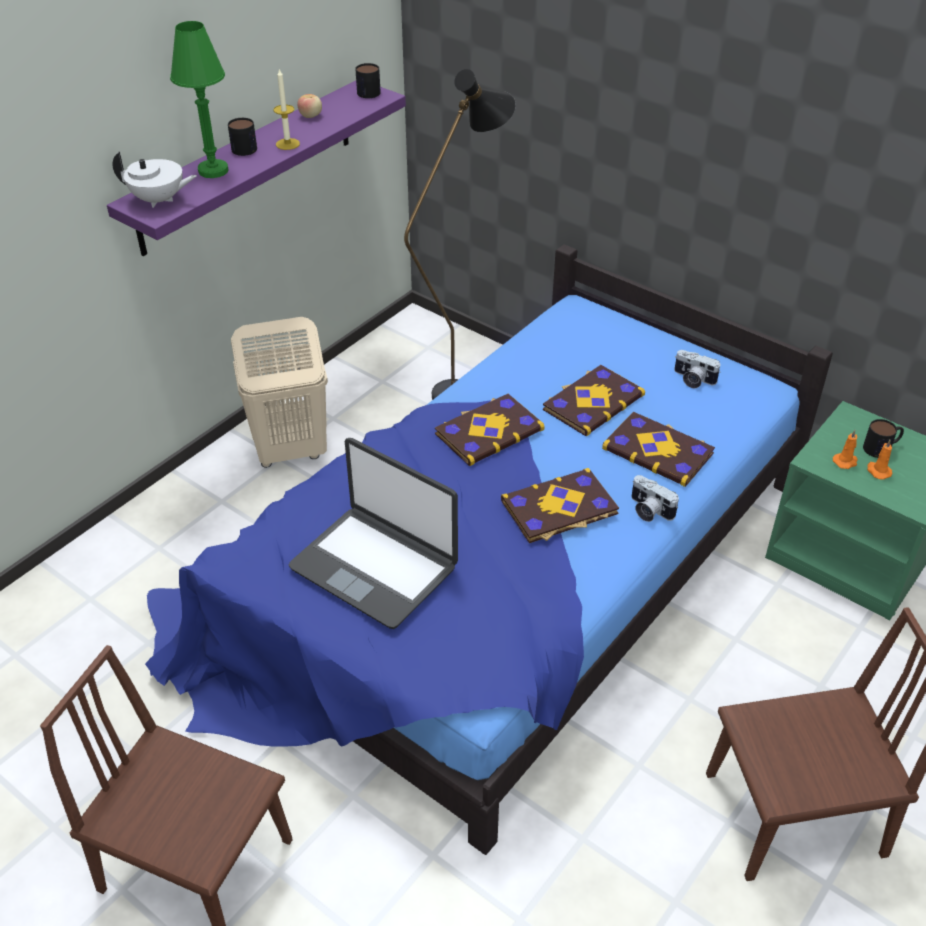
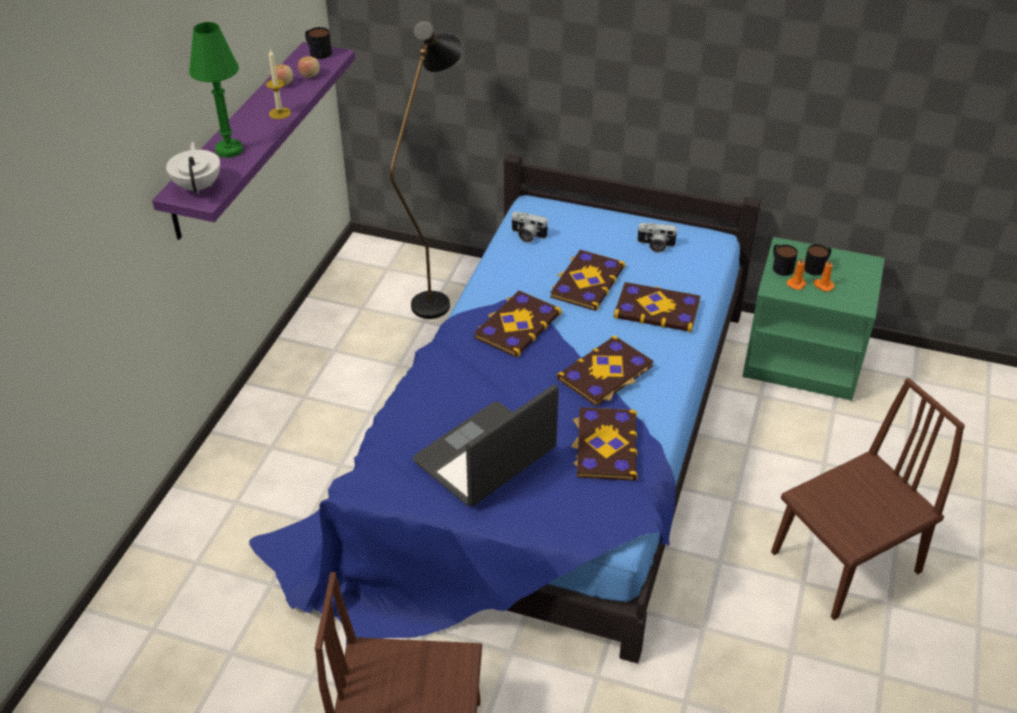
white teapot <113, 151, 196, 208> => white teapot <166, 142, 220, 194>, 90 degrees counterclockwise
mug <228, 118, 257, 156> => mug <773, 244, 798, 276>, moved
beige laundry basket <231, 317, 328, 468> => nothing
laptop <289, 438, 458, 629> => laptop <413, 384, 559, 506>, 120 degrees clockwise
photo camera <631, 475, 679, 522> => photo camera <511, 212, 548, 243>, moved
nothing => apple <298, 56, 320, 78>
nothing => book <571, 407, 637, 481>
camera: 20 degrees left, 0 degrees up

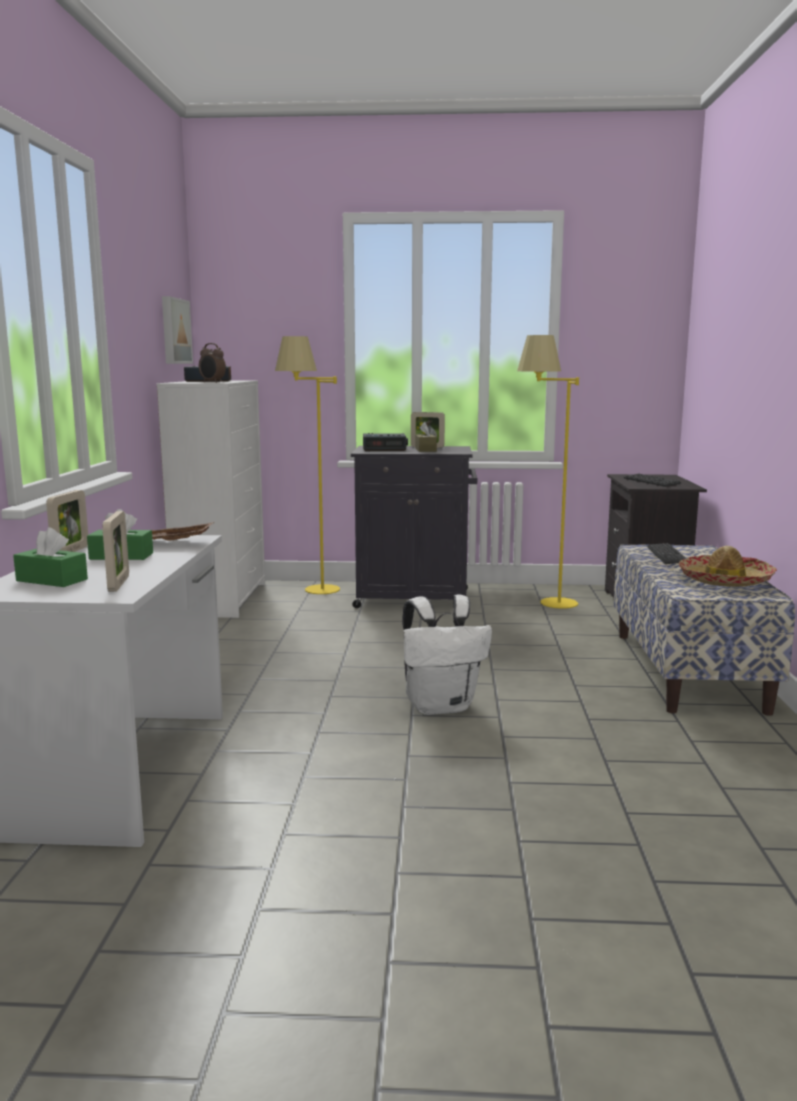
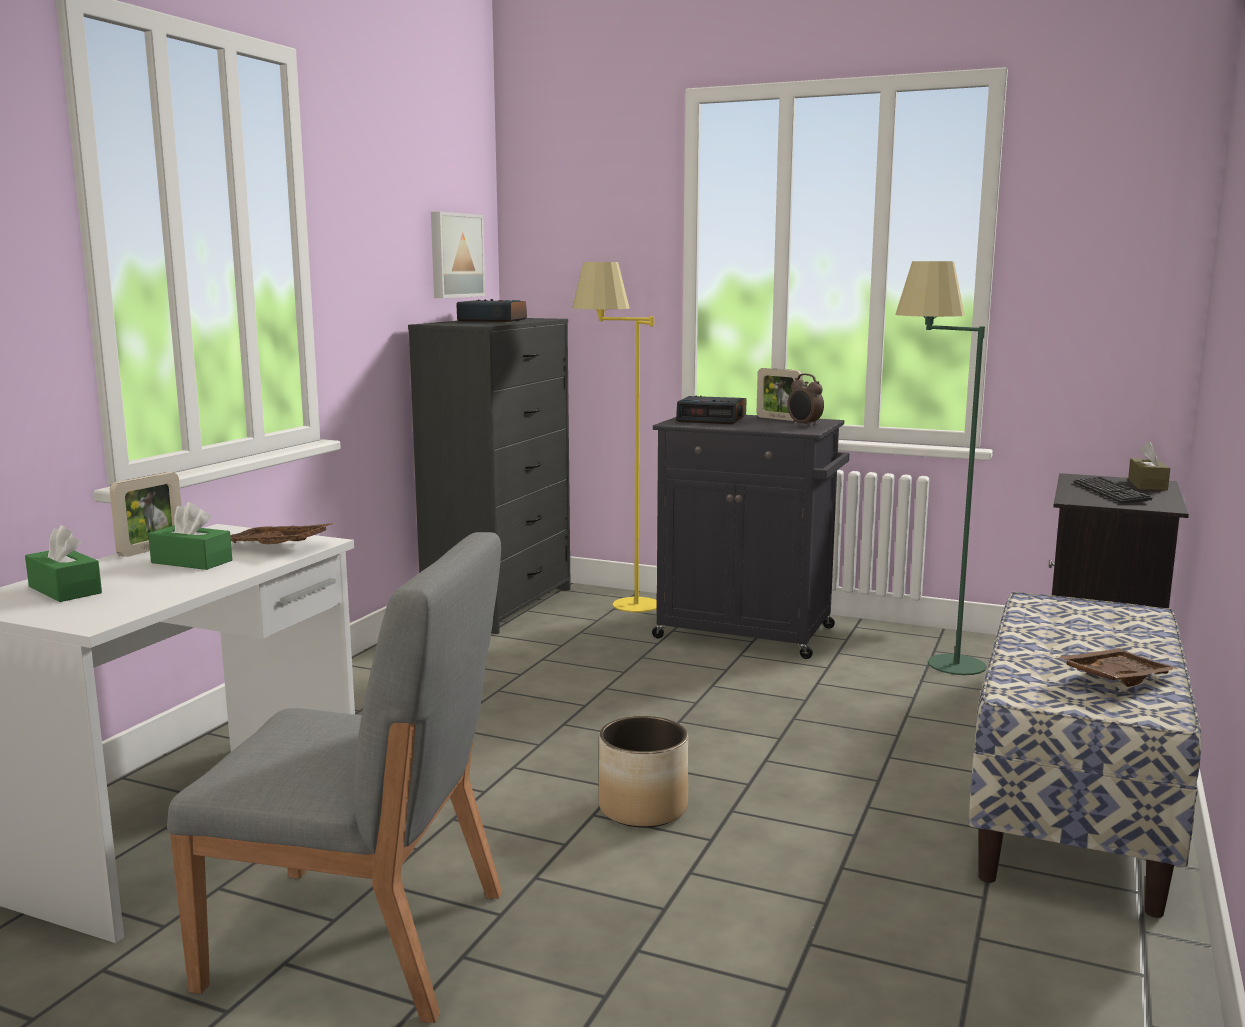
picture frame <102, 511, 129, 592> => nothing
white dresser <157, 381, 265, 618> => black dresser <408, 318, 571, 634>
alarm clock <199, 343, 226, 383> => alarm clock <787, 374, 824, 427>, moved
white backpack <402, 595, 492, 715> => planter <599, 716, 688, 827>
brown tissue box <415, 422, 437, 452> => brown tissue box <1128, 442, 1170, 490>, moved
yellow floor lamp <517, 335, 579, 609> => green floor lamp <895, 261, 987, 675>
keyboard <647, 543, 686, 564> => nothing
hat <679, 546, 777, 587> => brown tray <1056, 648, 1179, 687>
nothing => grey chair <167, 532, 502, 1023>
camera: 20 degrees right, 0 degrees up

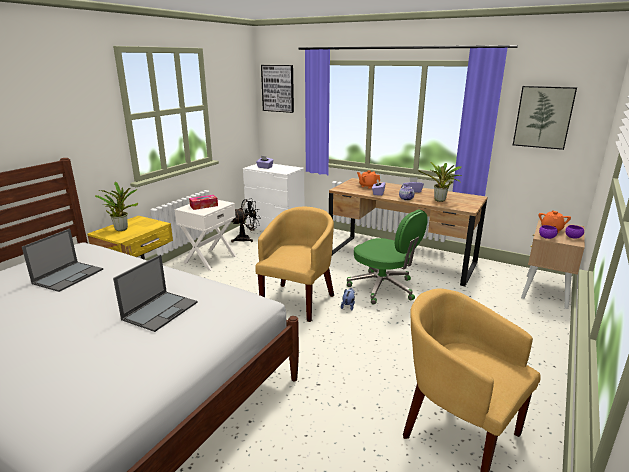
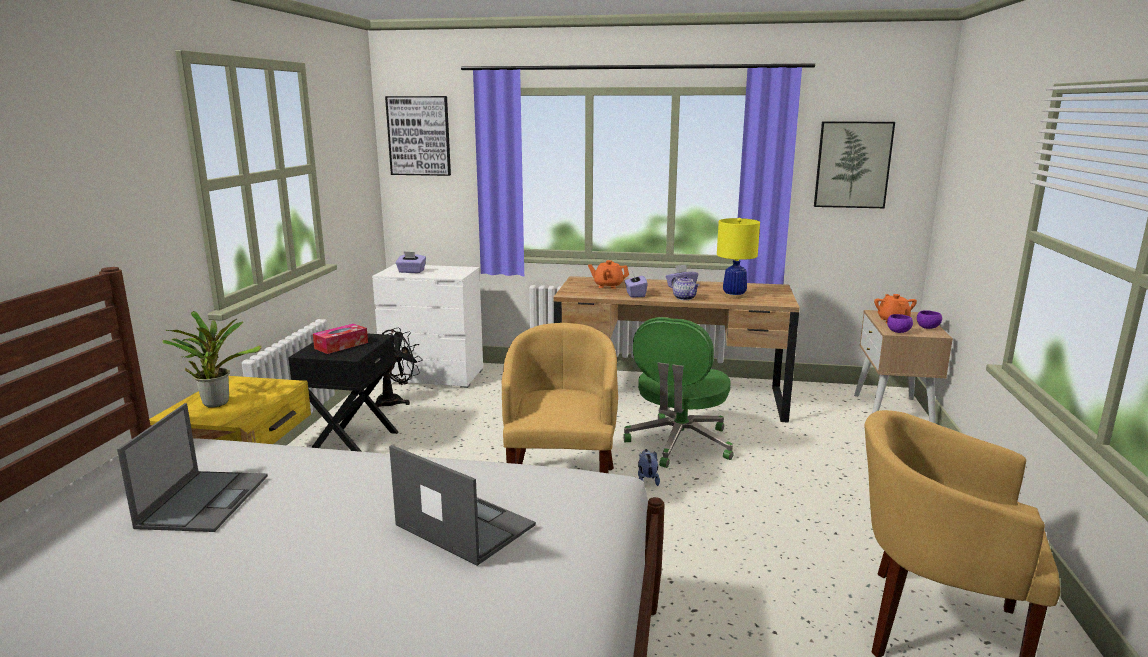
laptop <113, 254, 198, 332> => laptop <389, 445, 536, 566>, 60 degrees counterclockwise
white nightstand <175, 200, 237, 271> => black nightstand <288, 333, 398, 452>
green office chair <347, 209, 428, 304> => green office chair <623, 317, 734, 468>, 90 degrees clockwise
potted plant <418, 162, 462, 202> => yellow table lamp <717, 218, 760, 299>
camera: 20 degrees left, 5 degrees down

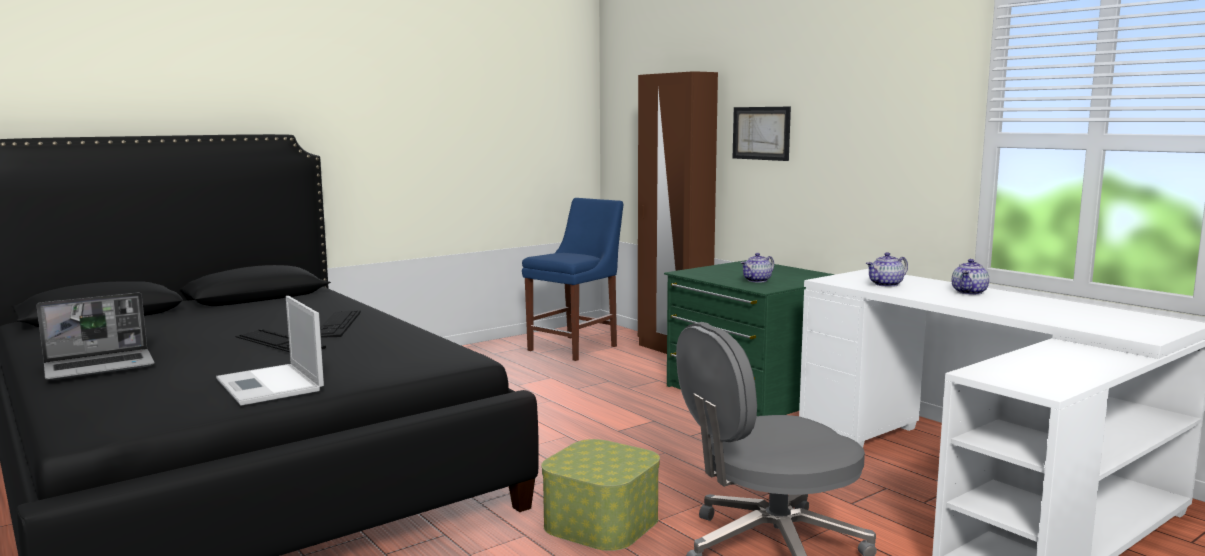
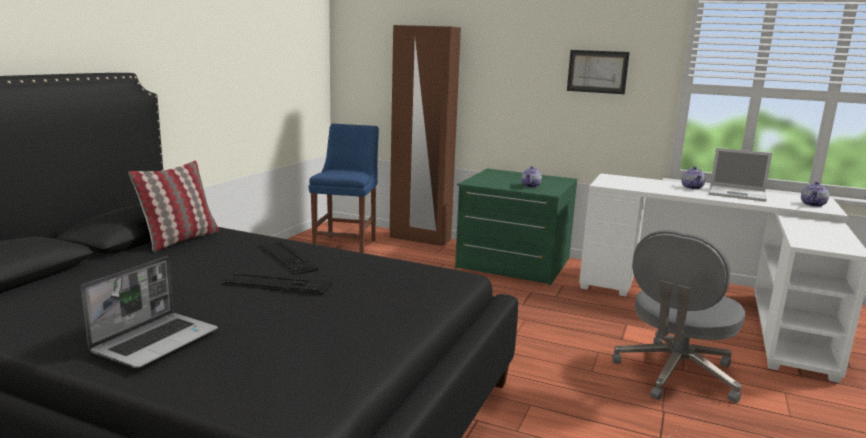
laptop <216, 296, 324, 406> => laptop <708, 148, 772, 202>, moved
storage box <541, 439, 660, 551> => nothing
picture <733, 107, 791, 161> => picture <567, 50, 630, 94>, moved
teapot <866, 252, 908, 287> => teapot <801, 182, 829, 207>, moved
nothing => pillow <129, 160, 219, 252>
camera: 30 degrees left, 5 degrees up

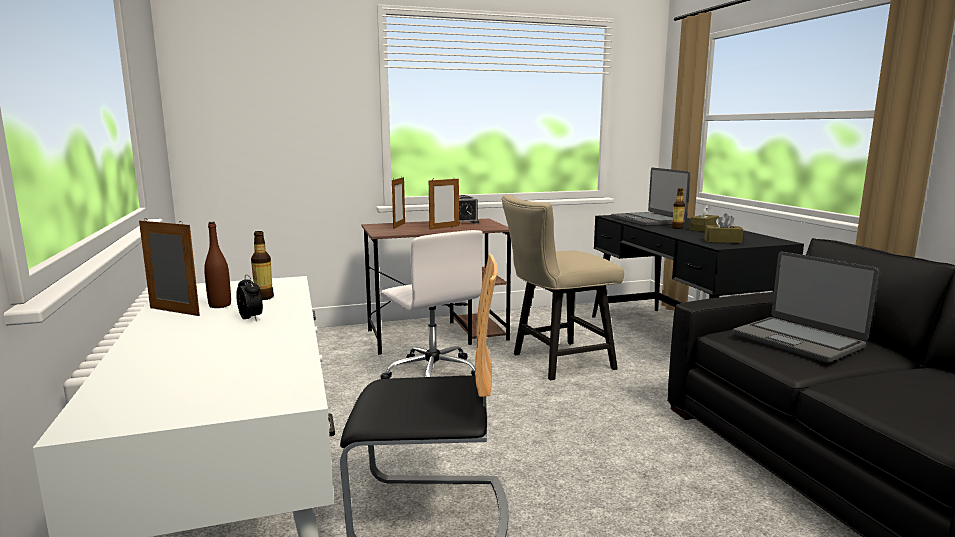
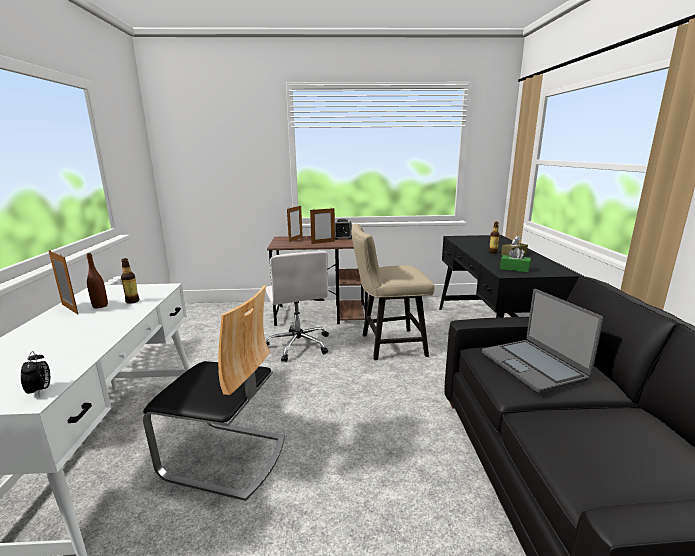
alarm clock <236, 274, 263, 322> => alarm clock <21, 351, 50, 396>, moved
laptop <611, 168, 691, 226> => nothing
brown tissue box <704, 213, 743, 244> => green tissue box <500, 247, 531, 273>
camera: 15 degrees right, 5 degrees up

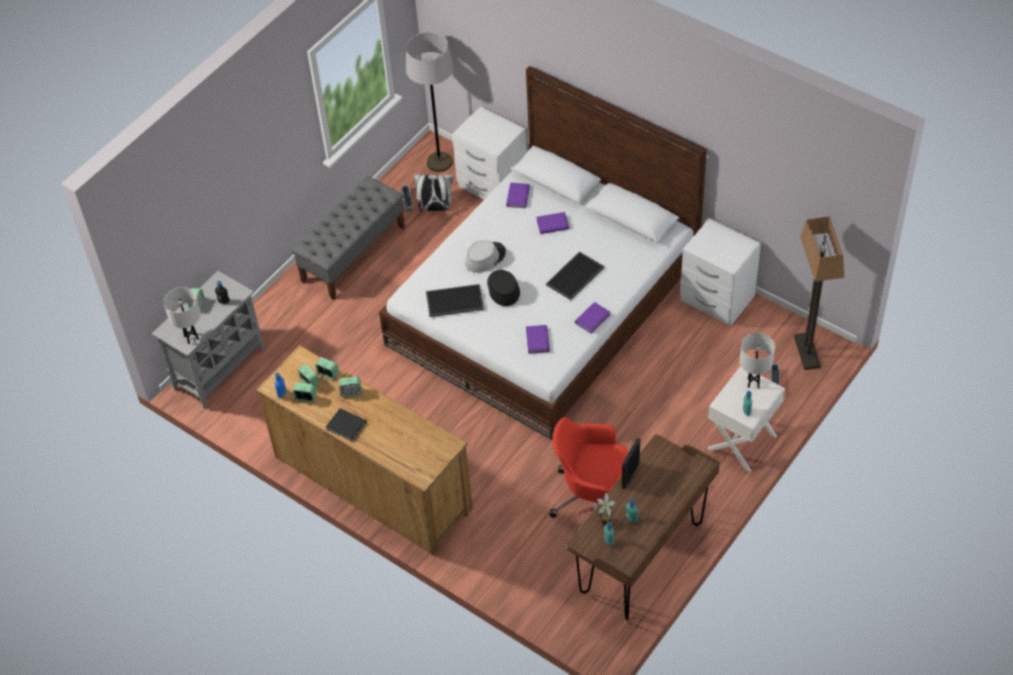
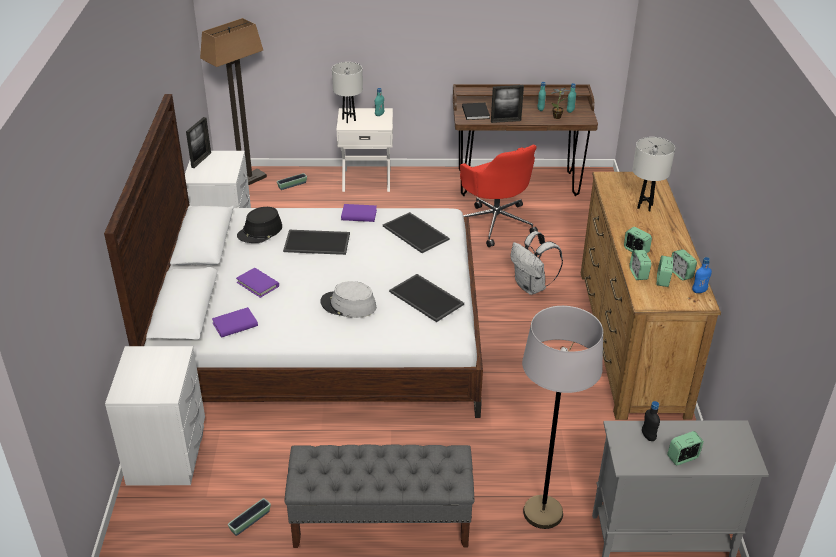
white table lamp <164, 287, 201, 344> => white table lamp <632, 137, 675, 212>, moved
black book <326, 408, 367, 442> => black book <462, 103, 490, 120>, moved
grey floor lamp <406, 32, 454, 172> => grey floor lamp <522, 306, 603, 529>, moved
white backpack <414, 173, 453, 211> => white backpack <511, 231, 563, 295>, moved
black hat <487, 270, 520, 306> => black hat <237, 207, 282, 243>, moved
purple book <526, 325, 550, 354> => tray <383, 212, 449, 253>
nothing => picture frame <186, 117, 211, 168>
camera: 130 degrees left, 15 degrees down

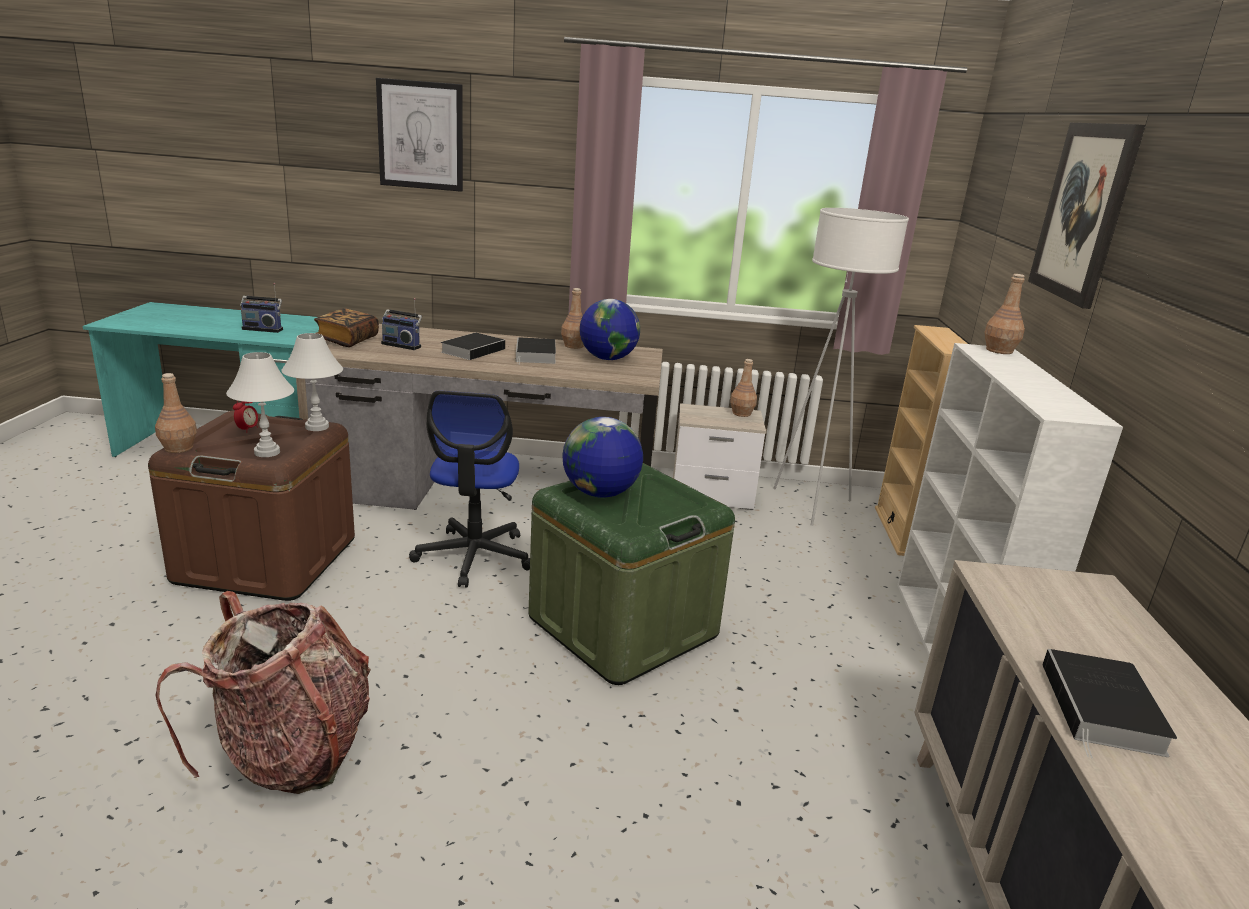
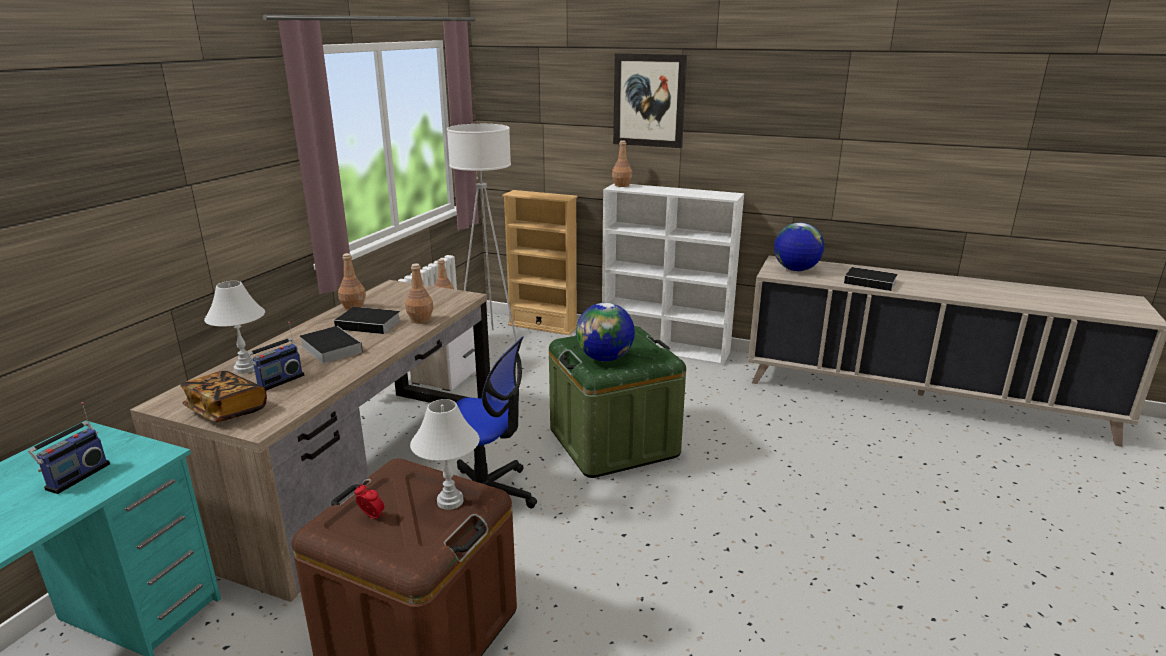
brown bottle <155, 373, 197, 453> => brown bottle <405, 263, 434, 324>, moved
backpack <156, 591, 371, 794> => nothing
white table lamp <281, 333, 343, 431> => white table lamp <204, 281, 265, 374>, moved
picture <376, 78, 463, 192> => nothing
globe <580, 299, 640, 360> => globe <774, 223, 824, 271>, moved
camera: 70 degrees left, 0 degrees up

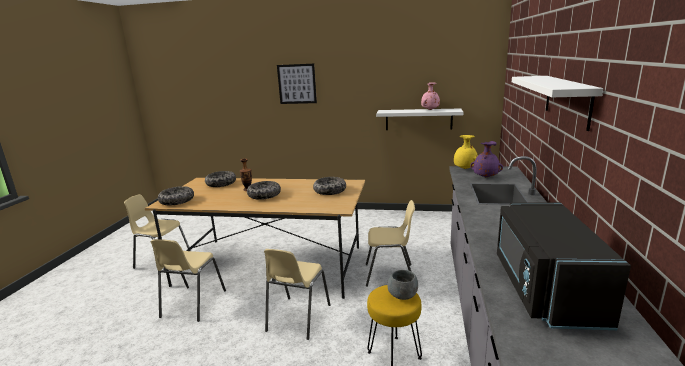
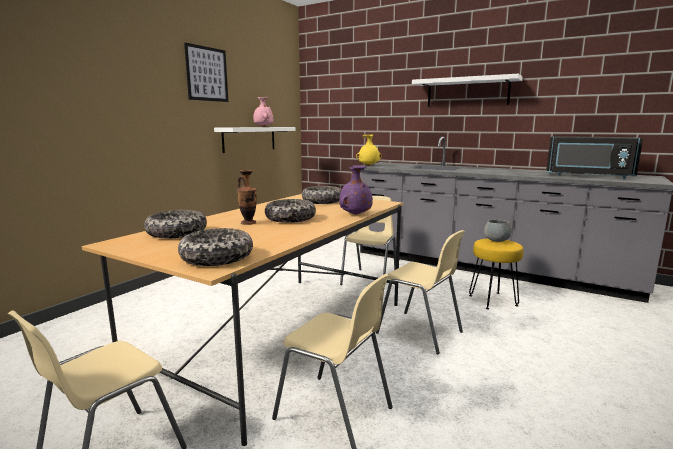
picture <277, 64, 317, 104> => picture <184, 43, 228, 102>, moved
purple vase <470, 141, 503, 177> => purple vase <339, 165, 373, 215>, moved
camera: 70 degrees left, 5 degrees down

